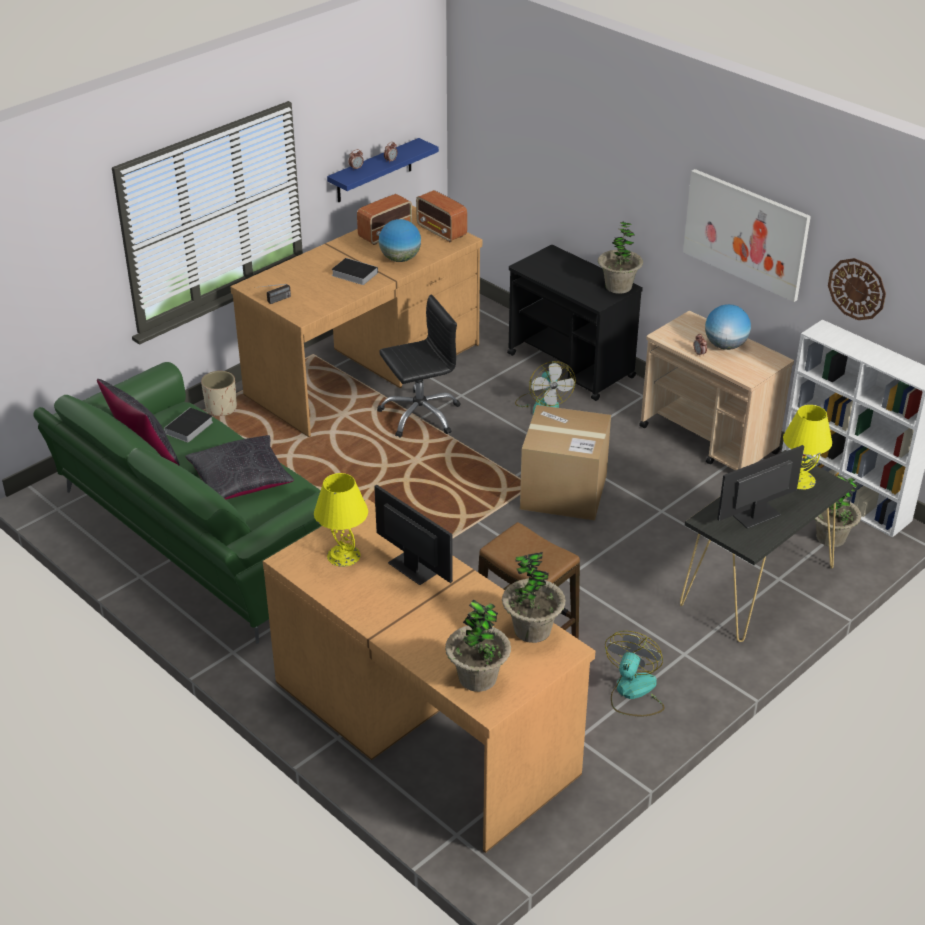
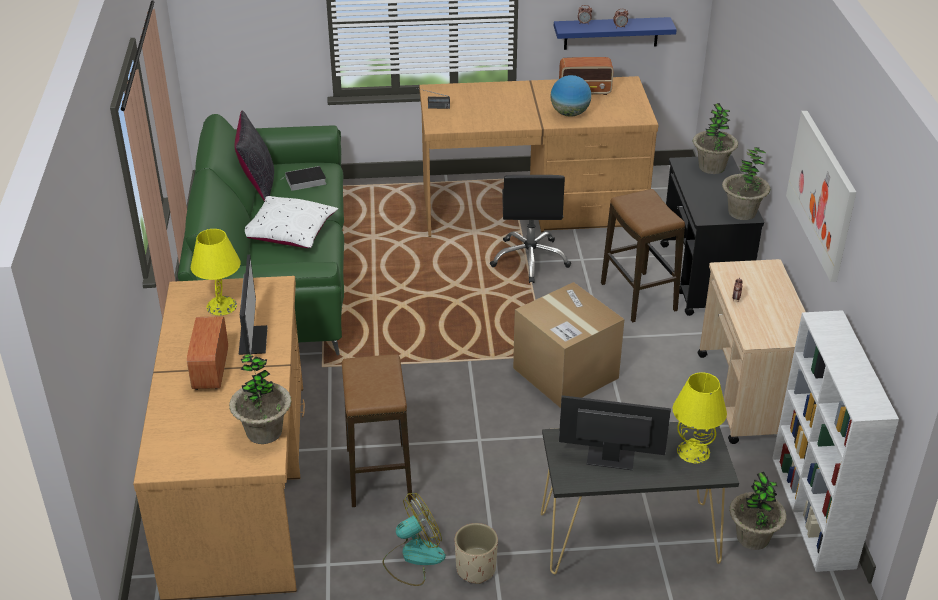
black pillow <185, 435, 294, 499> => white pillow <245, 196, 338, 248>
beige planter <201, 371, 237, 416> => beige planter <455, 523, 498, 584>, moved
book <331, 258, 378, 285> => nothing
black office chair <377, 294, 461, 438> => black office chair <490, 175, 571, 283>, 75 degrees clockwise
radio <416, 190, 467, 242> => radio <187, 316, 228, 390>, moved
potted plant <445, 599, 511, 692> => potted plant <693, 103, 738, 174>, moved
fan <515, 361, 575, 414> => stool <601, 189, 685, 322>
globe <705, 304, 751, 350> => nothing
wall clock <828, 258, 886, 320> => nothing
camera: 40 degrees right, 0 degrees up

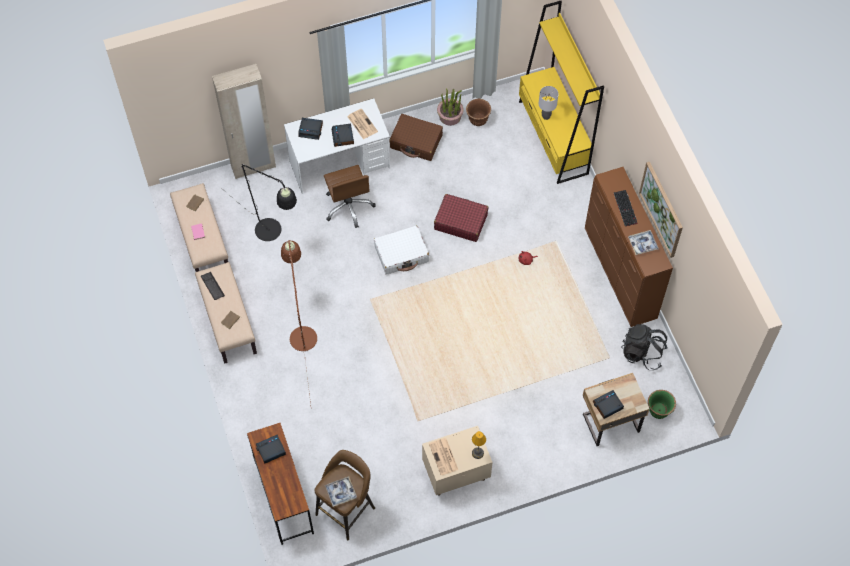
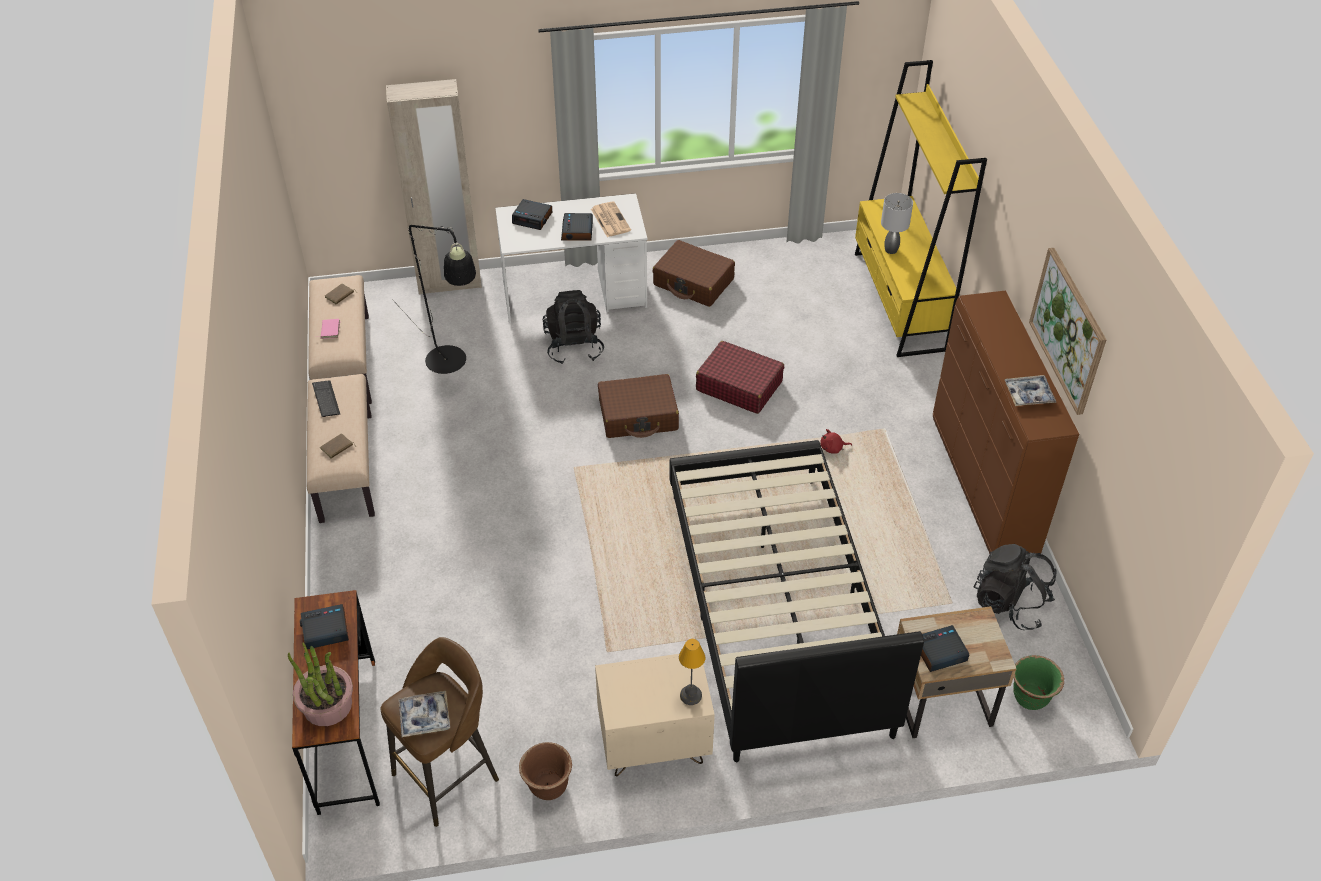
brown floor lamp <281, 240, 317, 405> => nothing
brown office chair <324, 165, 375, 228> => black backpack <543, 290, 604, 364>
white suitcase <374, 226, 429, 275> => brown suitcase <598, 374, 679, 438>
newspaper <429, 438, 458, 475> => nothing
potted plant <437, 88, 464, 126> => potted plant <288, 643, 353, 726>, moved
brown planter <466, 99, 491, 126> => brown planter <519, 742, 572, 800>, moved
keyboard <614, 190, 638, 226> => nothing
nothing => black bed <669, 440, 924, 762>
camera: 10 degrees right, 15 degrees down

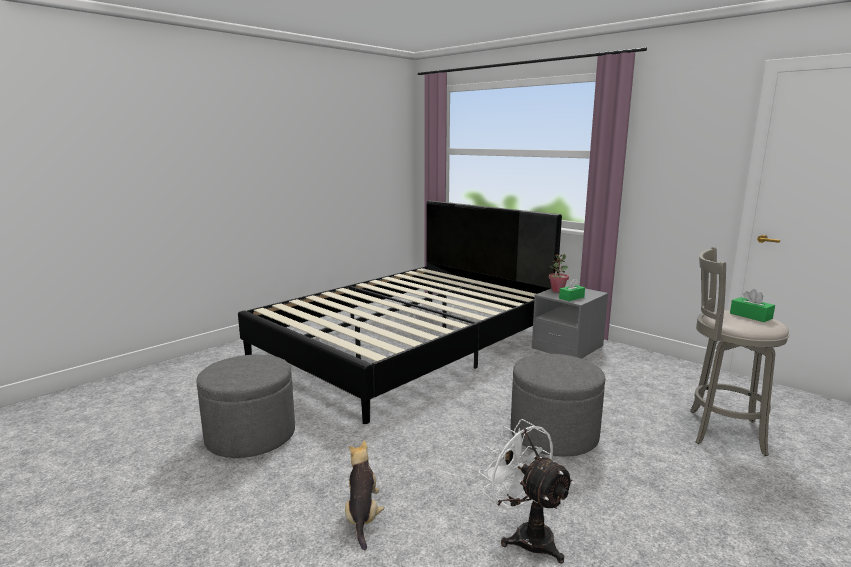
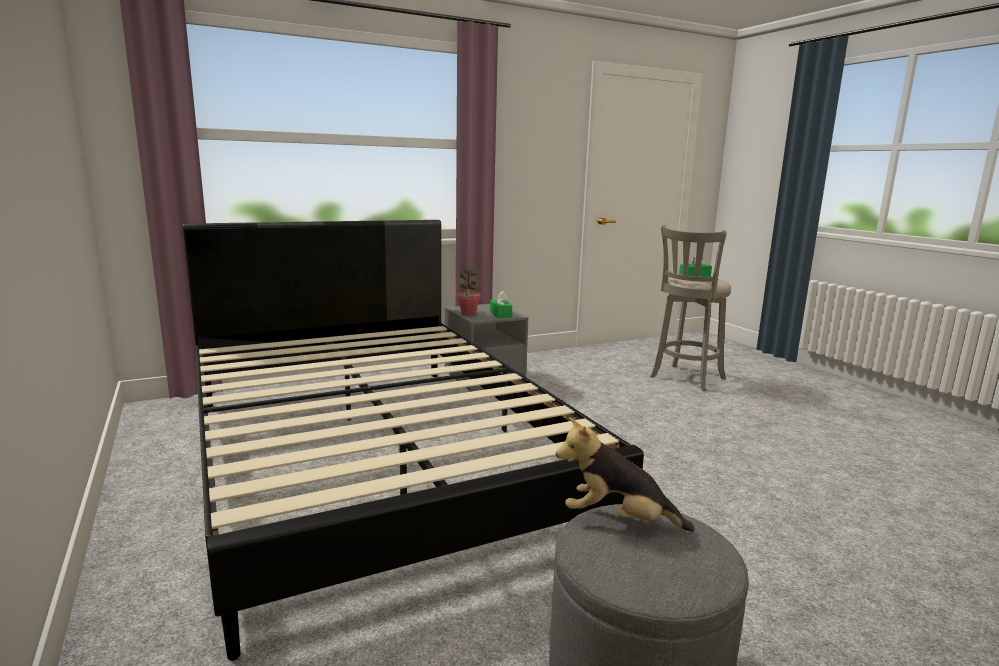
plush toy <345, 440, 384, 550> => plush toy <556, 417, 695, 532>, moved
white fan <479, 419, 575, 564> => nothing
grey ottoman <511, 354, 605, 457> => nothing
camera: 70 degrees left, 0 degrees up

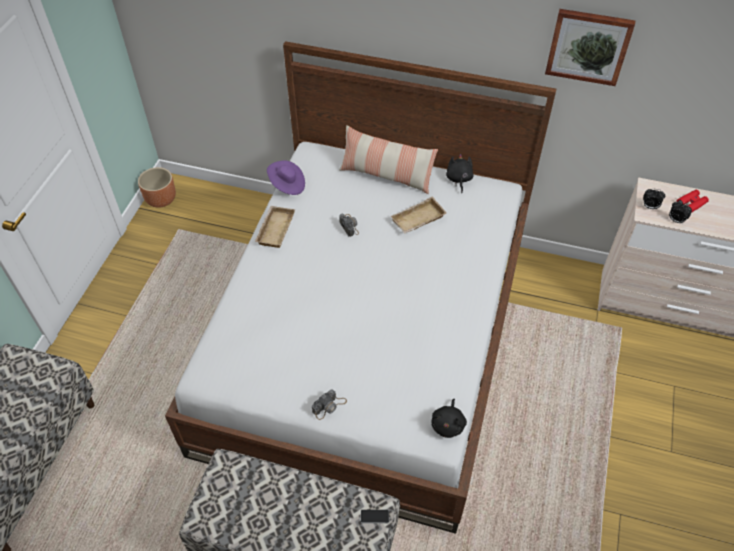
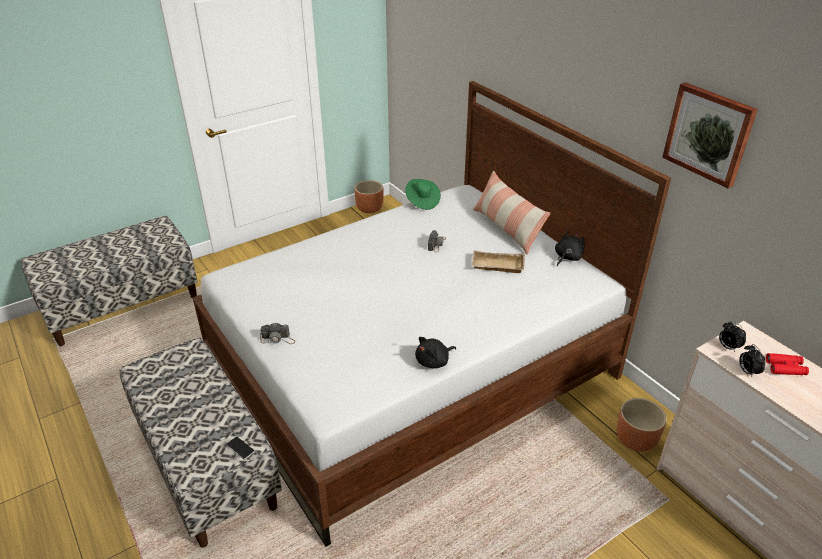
beige tray <255, 206, 295, 248> => nothing
purple hat <267, 161, 305, 195> => green hat <405, 179, 441, 210>
black plush toy <432, 399, 467, 438> => black plush toy <415, 337, 456, 368>, moved
nothing => brown planter <616, 398, 667, 452>
camera: 40 degrees right, 15 degrees down

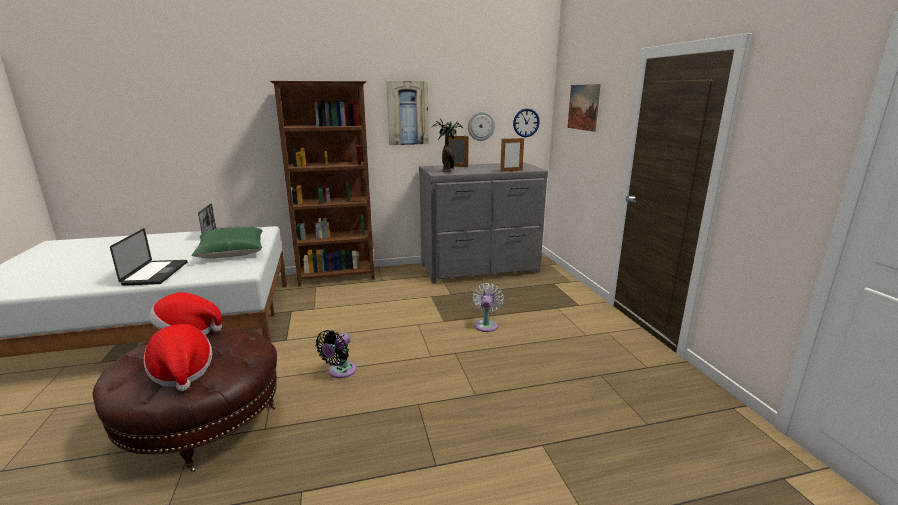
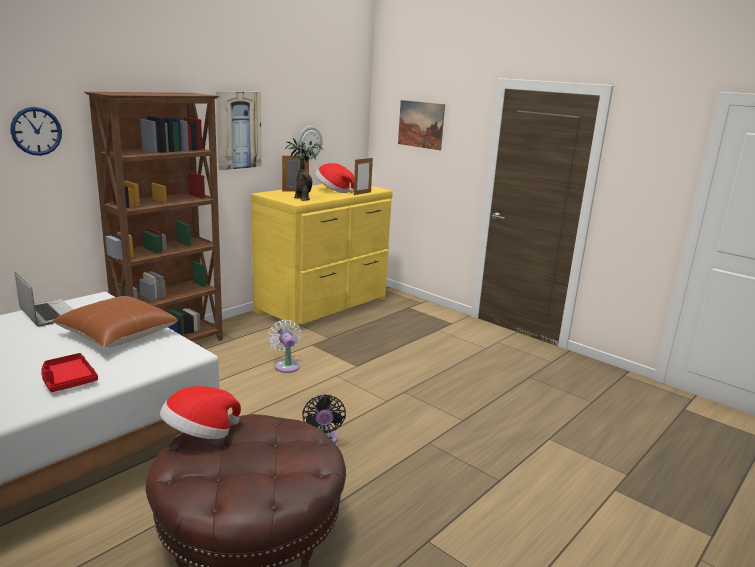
laptop <110, 228, 187, 286> => red tray <41, 353, 98, 392>
hat <144, 324, 212, 391> => hat <315, 163, 354, 193>, moved
green pillow <191, 227, 262, 259> => brown pillow <53, 296, 178, 347>
grey dresser <419, 162, 548, 283> => yellow dresser <251, 183, 393, 331>
white fan <473, 283, 504, 332> => white fan <268, 320, 301, 373>, moved
wall clock <513, 108, 540, 137> => wall clock <11, 107, 62, 156>, moved
camera: 35 degrees left, 0 degrees up

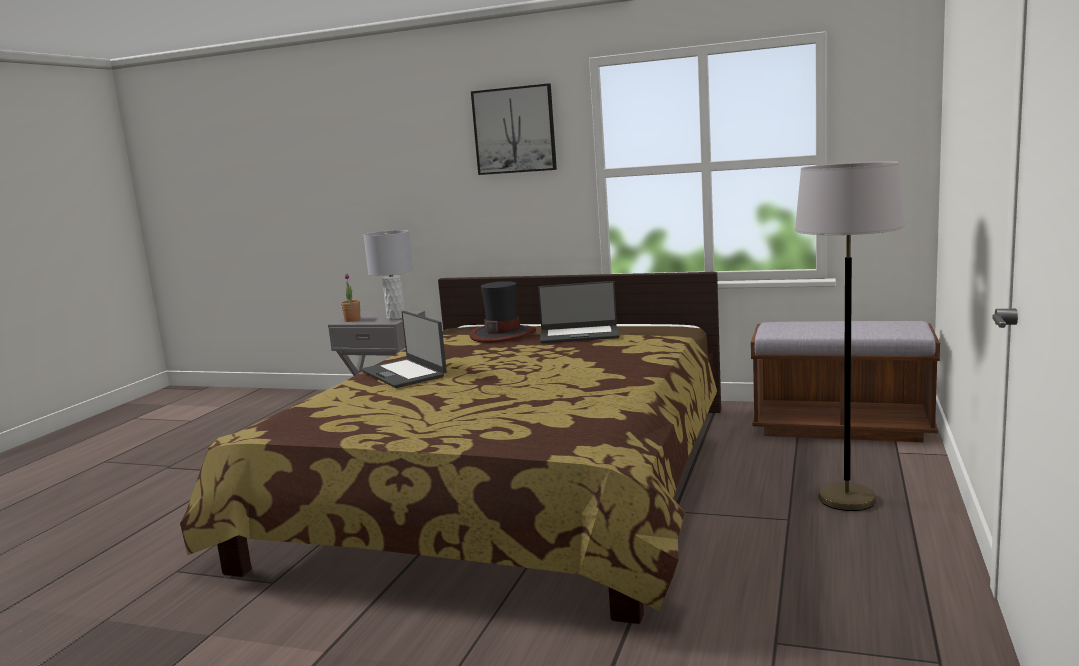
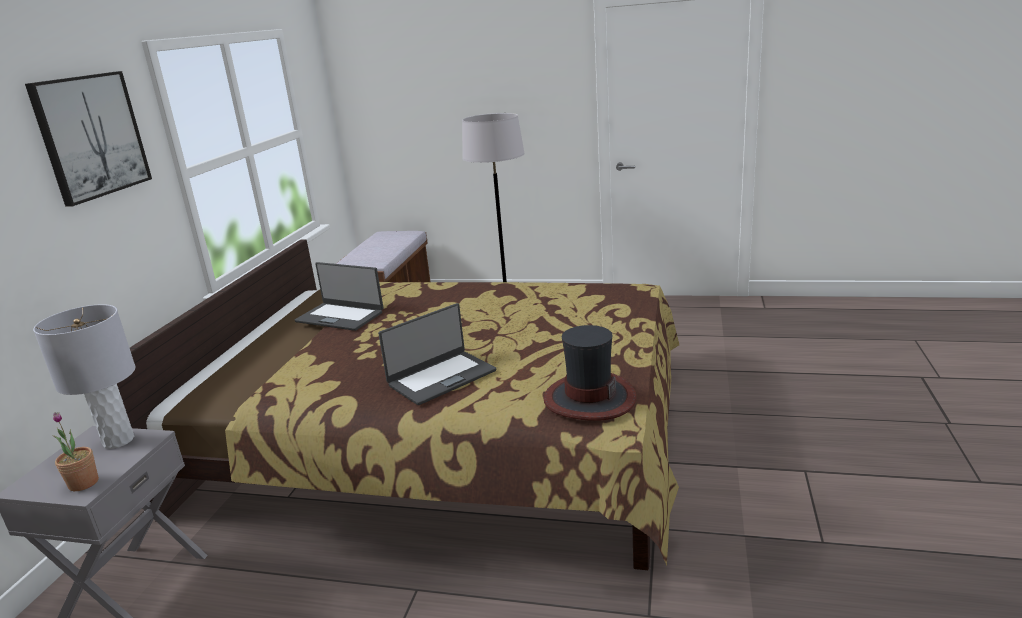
hat <469, 281, 536, 343> => hat <544, 325, 636, 421>, moved
laptop <538, 281, 620, 343> => laptop <295, 262, 384, 331>, 120 degrees clockwise
camera: 95 degrees left, 10 degrees up

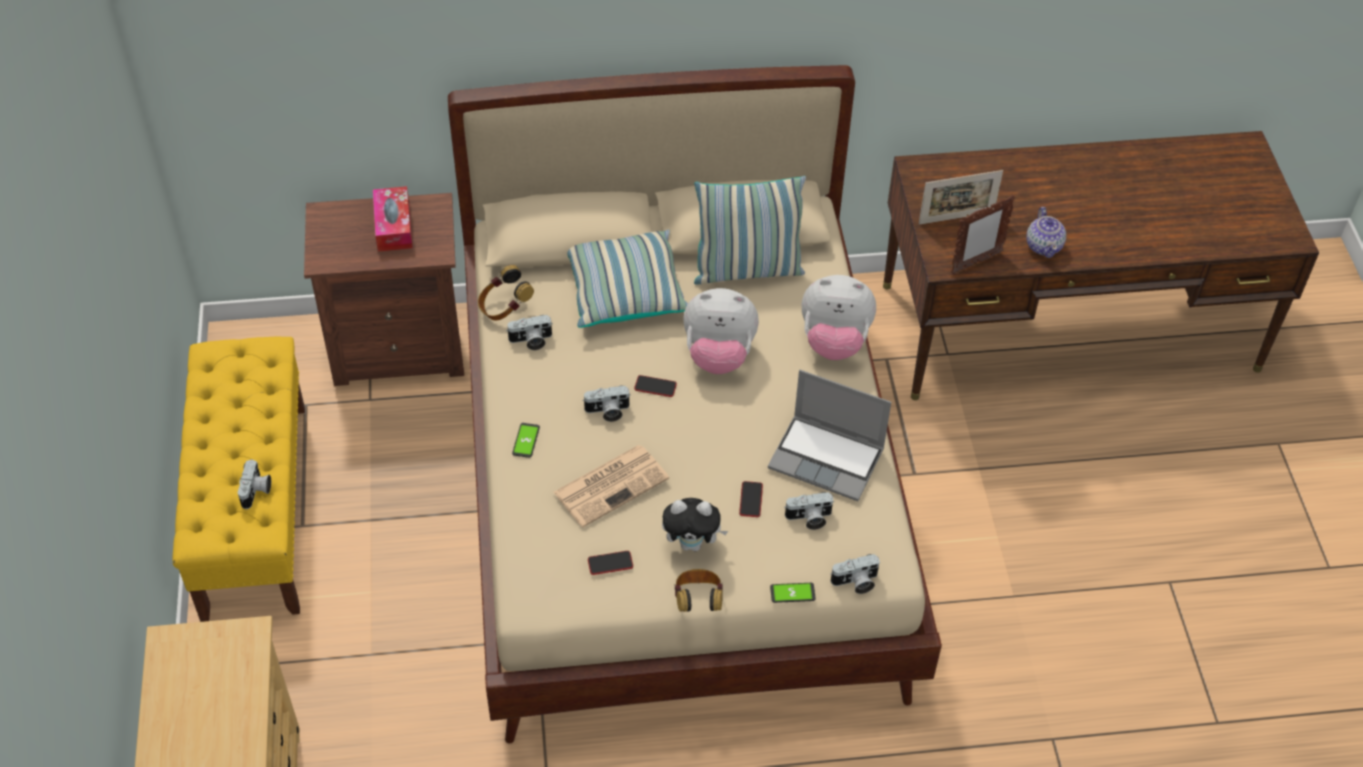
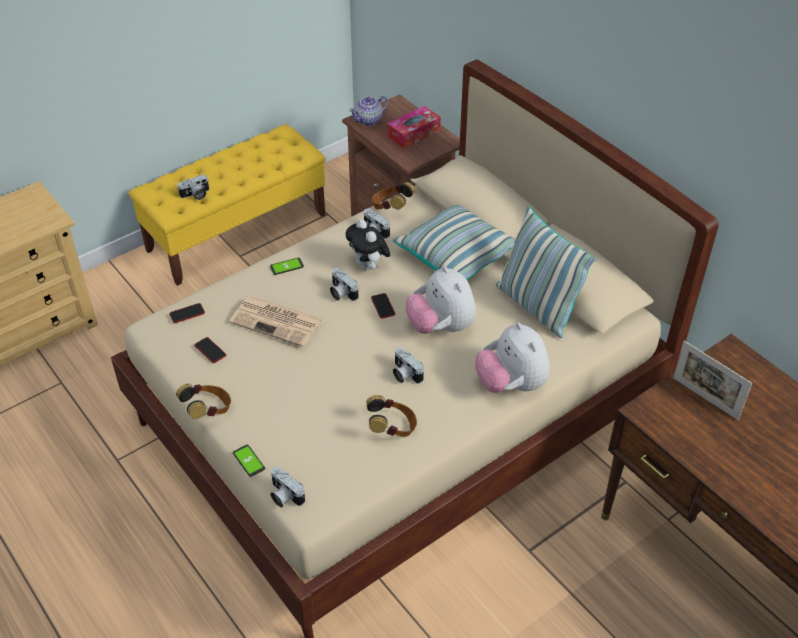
plush toy <662, 498, 728, 551> => plush toy <346, 219, 390, 270>, moved
phone <739, 481, 763, 517> => phone <169, 303, 205, 323>, moved
laptop <768, 370, 891, 501> => headphones <366, 395, 417, 437>
photo camera <784, 492, 833, 530> => photo camera <393, 347, 424, 384>, moved
picture frame <951, 195, 1016, 274> => nothing
teapot <1026, 207, 1066, 258> => teapot <349, 96, 388, 126>, moved
camera: 60 degrees right, 5 degrees down

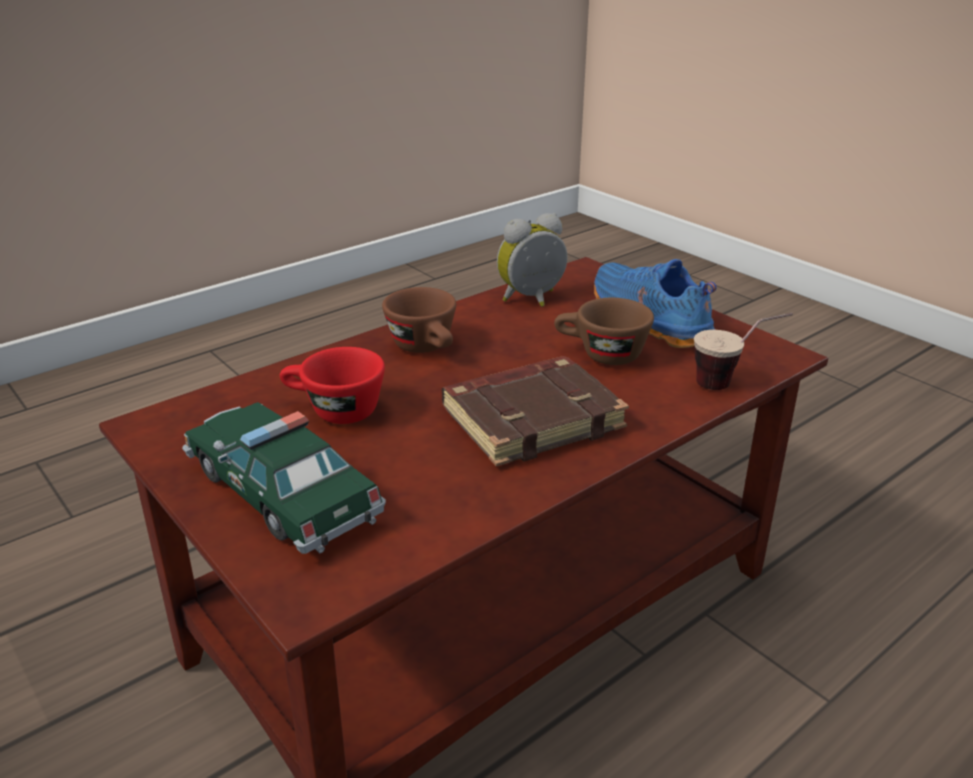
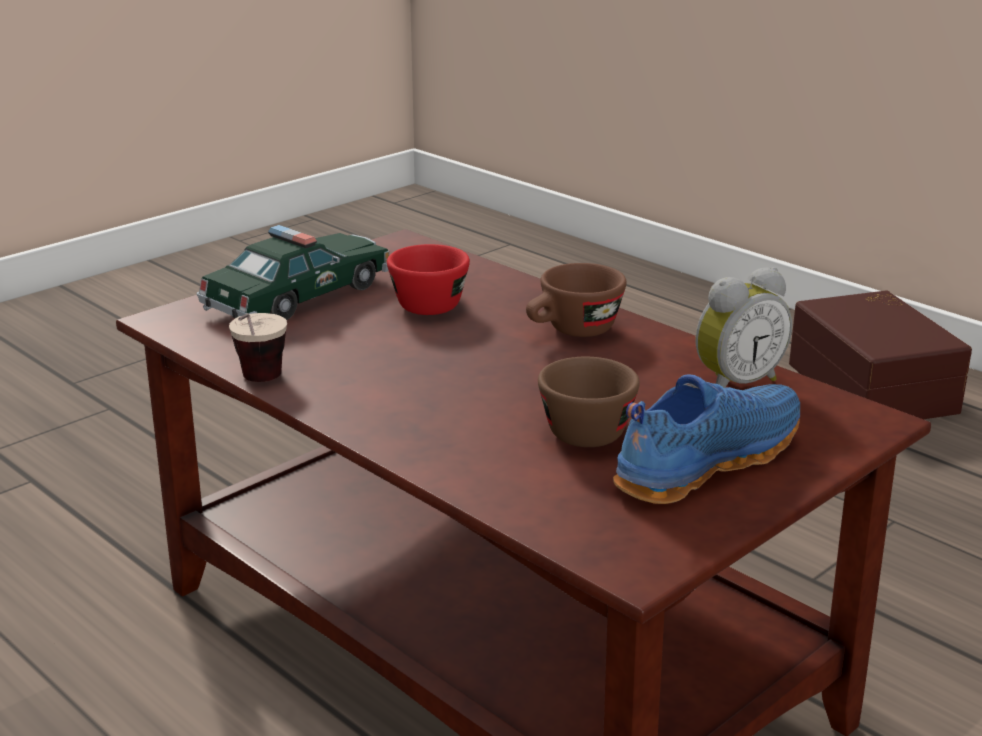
brown book <442, 356, 629, 467> => nothing
alarm clock <497, 213, 568, 307> => alarm clock <696, 267, 792, 388>, 90 degrees clockwise
cup <694, 313, 793, 390> => cup <229, 313, 287, 382>, moved
nothing => brown storage box <789, 291, 972, 419>
camera: 85 degrees right, 5 degrees down

